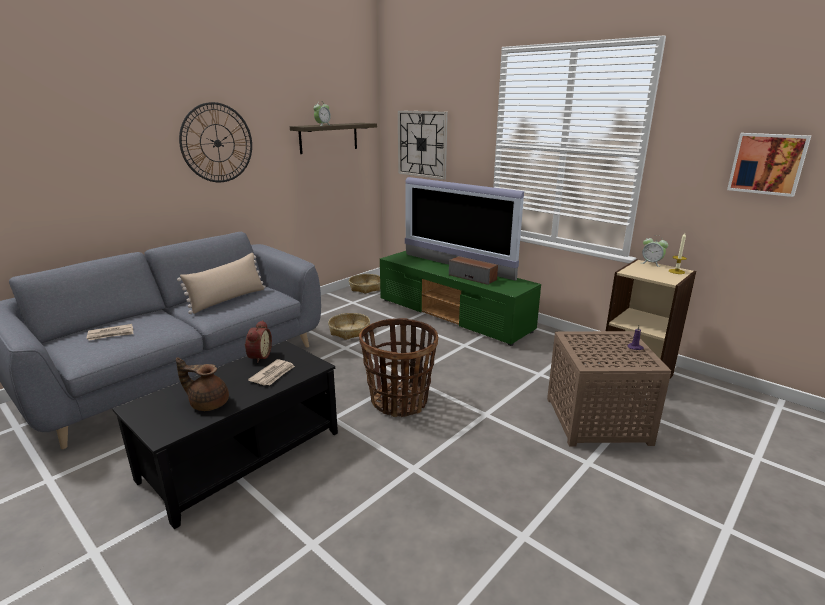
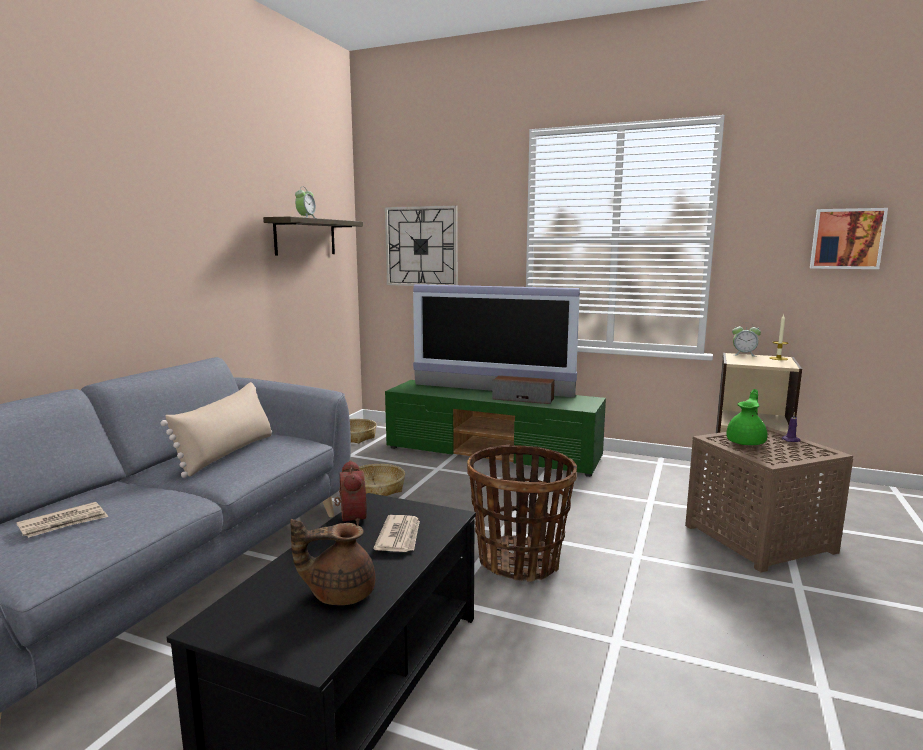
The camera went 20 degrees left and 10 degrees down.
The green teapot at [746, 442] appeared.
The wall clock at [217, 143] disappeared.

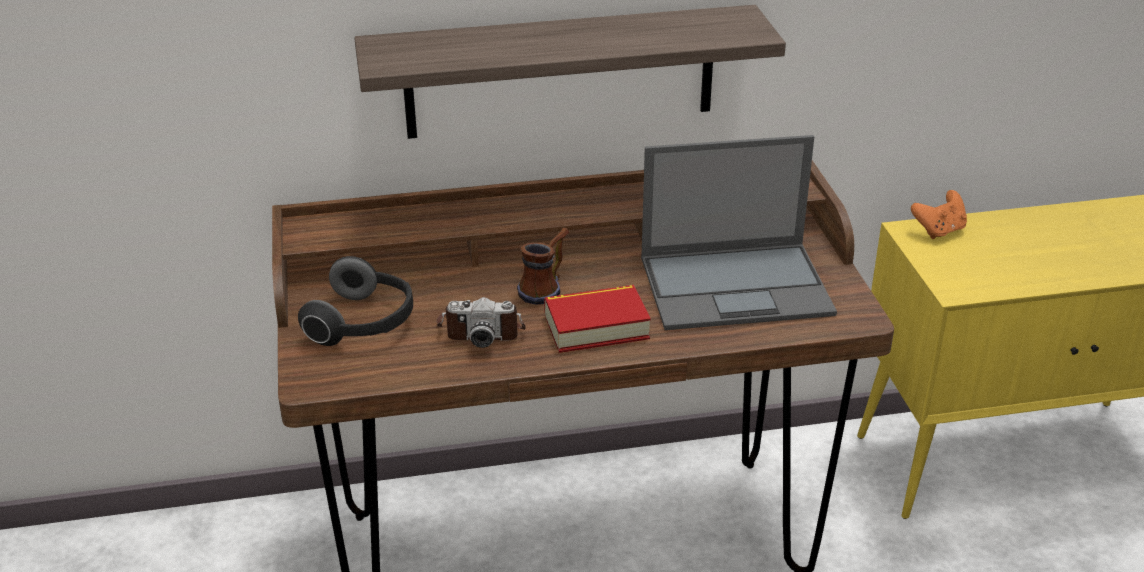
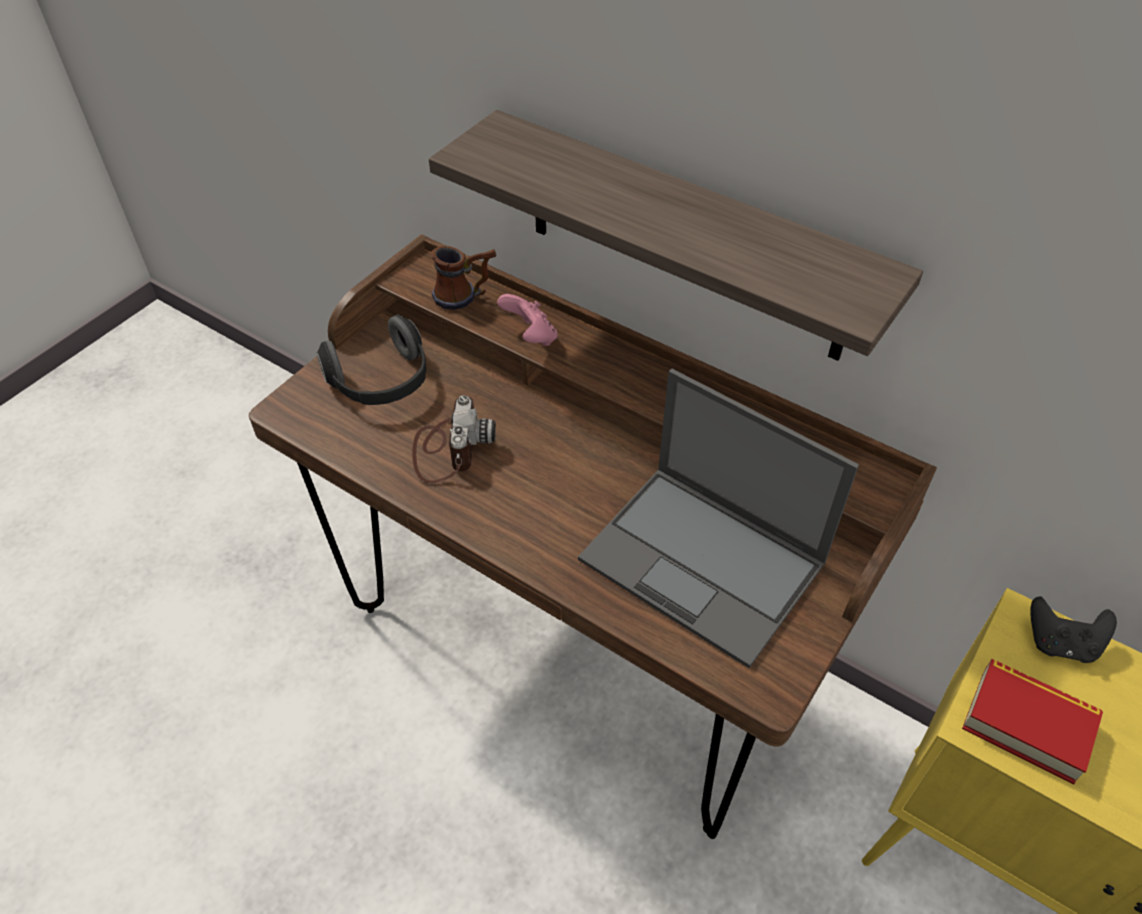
The camera went 45 degrees right and 15 degrees up.
The photo camera at [481, 329] turned 135 degrees counterclockwise.
The mug moved from [546, 287] to [465, 296].
The pink game controller at [530, 337] appeared.
The book moved from [596, 327] to [1027, 725].
The orange game controller at [939, 230] became the black game controller at [1060, 643].

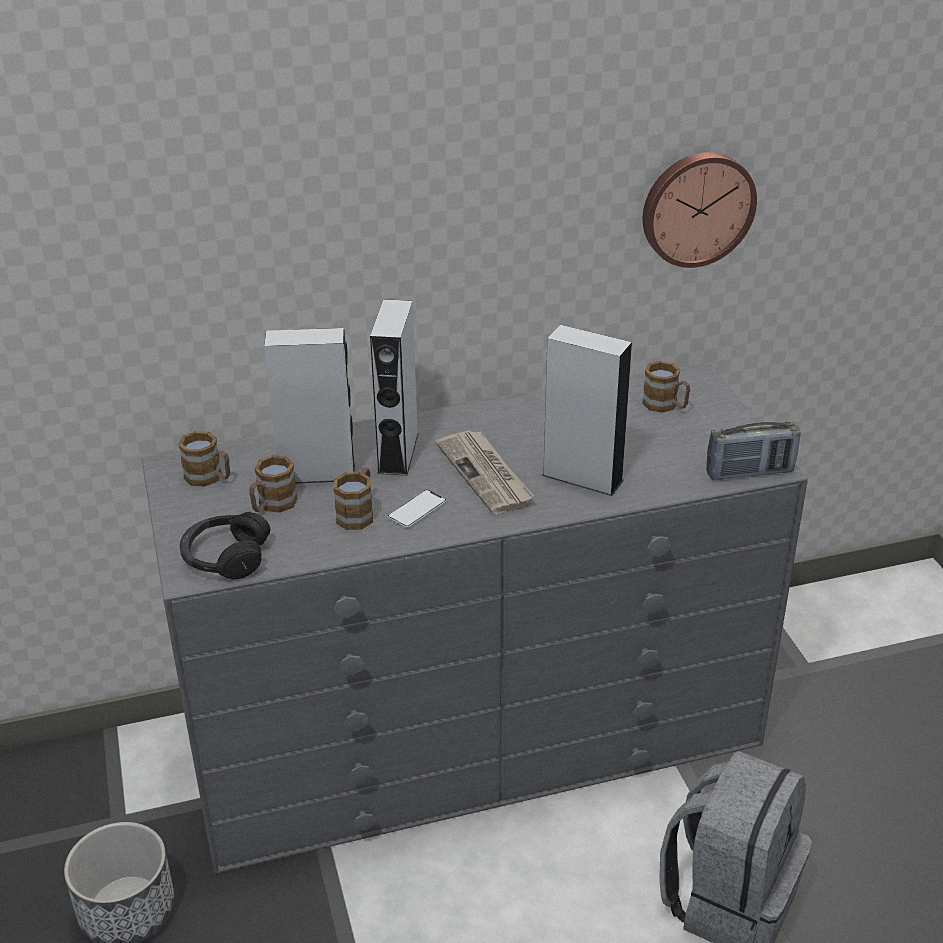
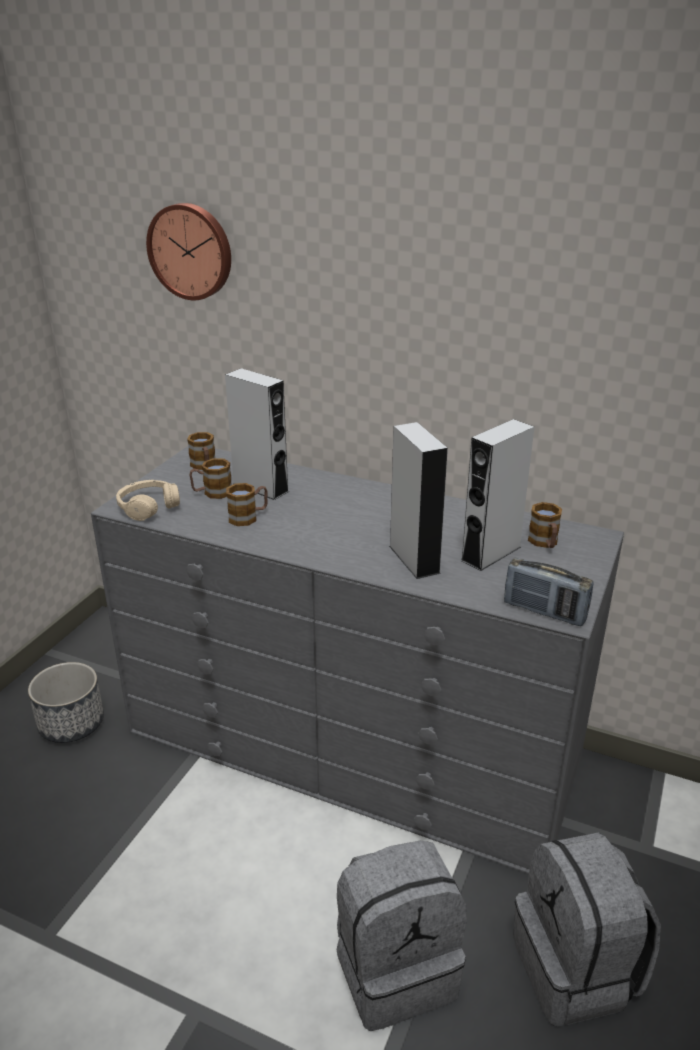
The camera went 40 degrees right and 5 degrees down.
The black headphones at [225, 557] became the beige headphones at [148, 507].
The wall clock moved from [696, 208] to [191, 251].
The grey speaker moved from [398, 453] to [491, 553].
The grey backpack at [576, 970] appeared.
The phone at [417, 510] disappeared.
The newspaper at [486, 474] disappeared.

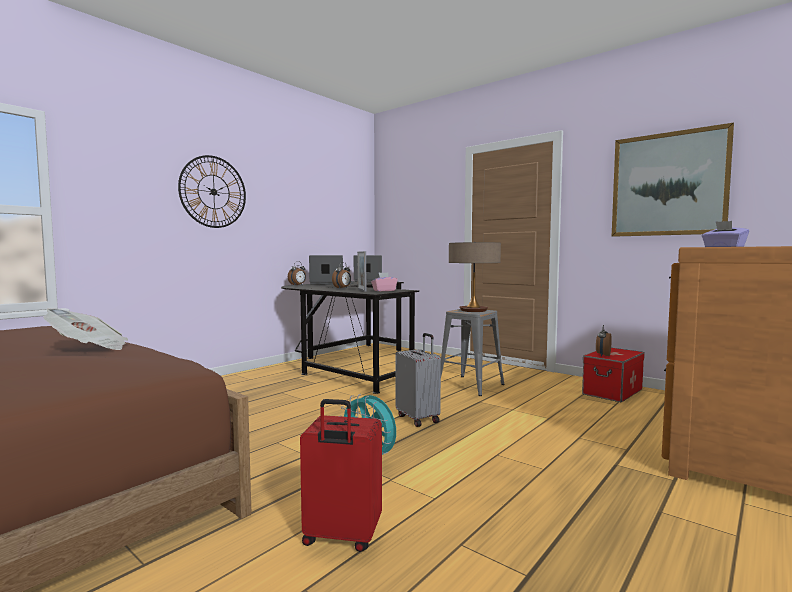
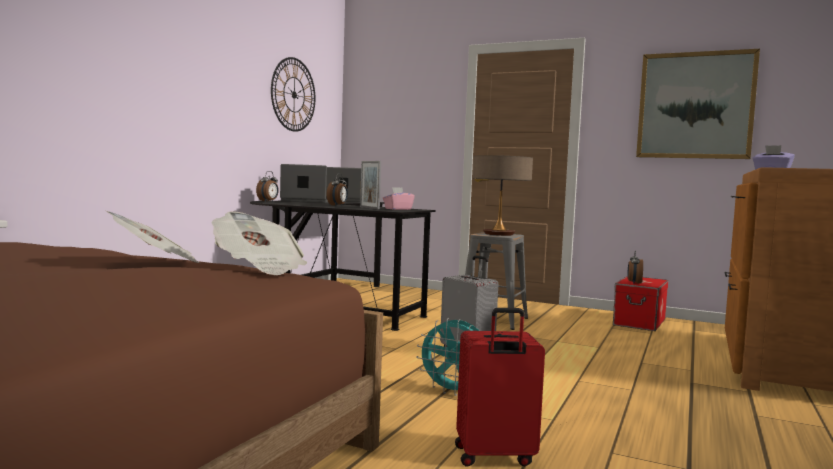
The camera went 15 degrees left and 0 degrees up.
The newspaper at [259, 268] appeared.
The wall clock moved from [213, 192] to [293, 94].

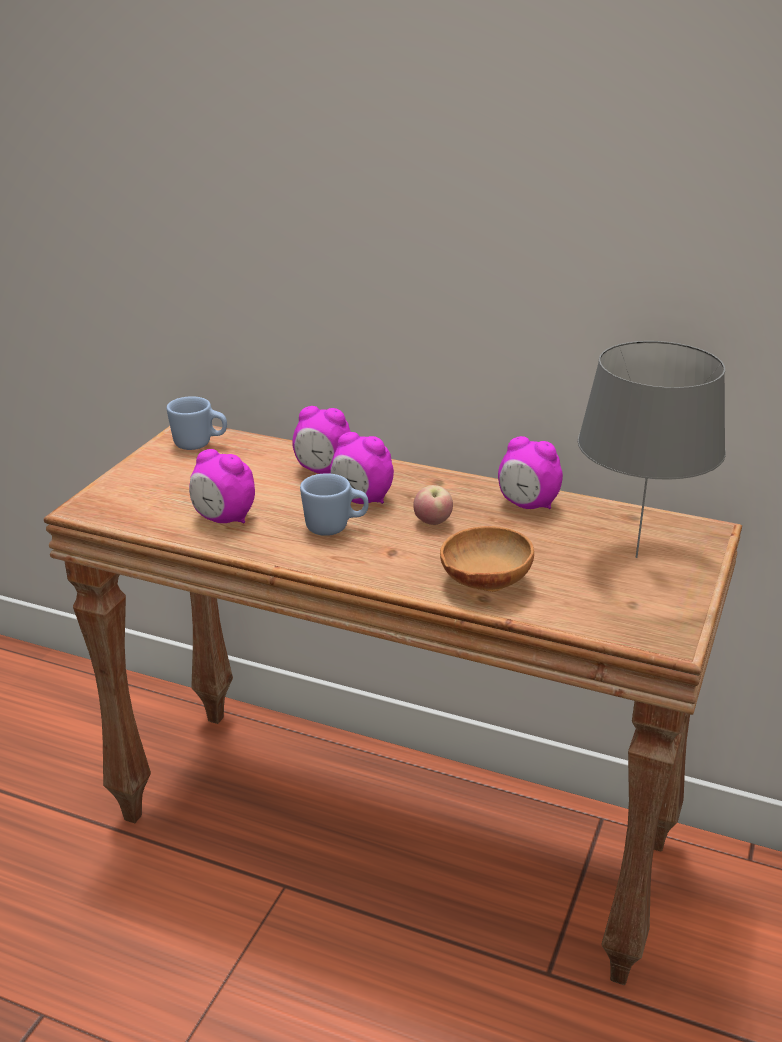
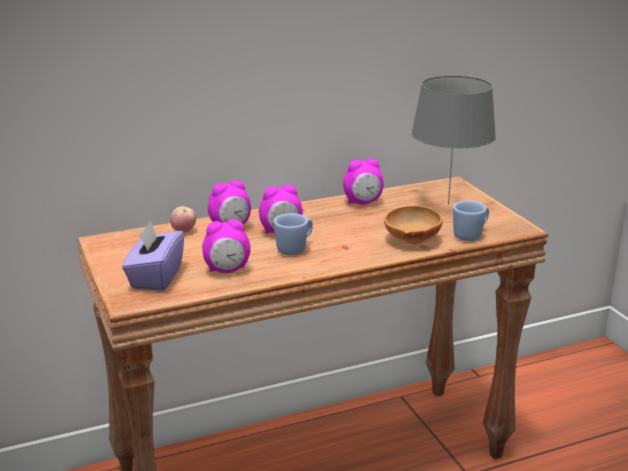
The camera went 45 degrees left and 5 degrees down.
The purple tissue box at [155, 277] appeared.
The apple moved from [432, 522] to [183, 231].
The blue mug moved from [199, 444] to [471, 235].

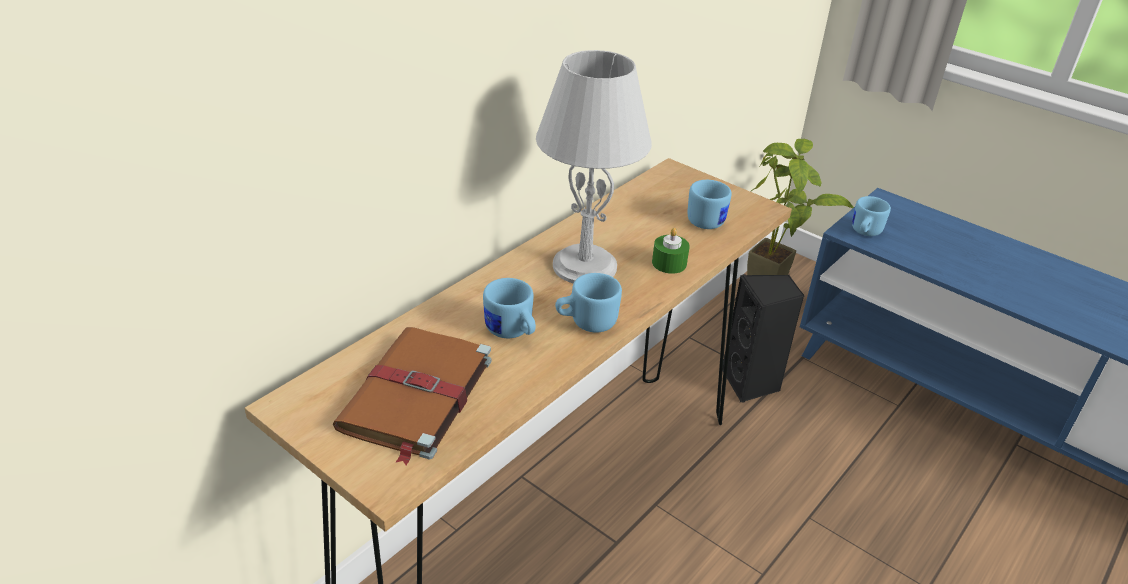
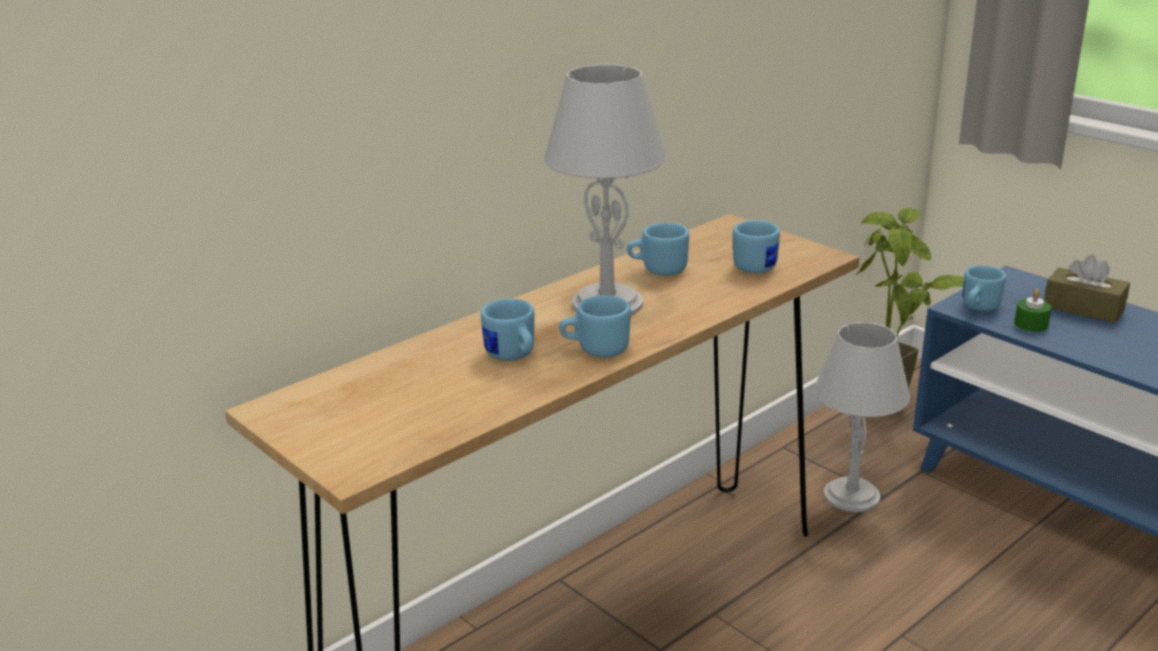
The camera went 10 degrees right and 10 degrees down.
The blue mug at [657, 270] appeared.
The black speaker at [751, 383] was replaced by the grey table lamp at [852, 496].
The green candle moved from [669, 263] to [1031, 324].
The brown tissue box at [1083, 308] appeared.
The brown book at [416, 396] disappeared.

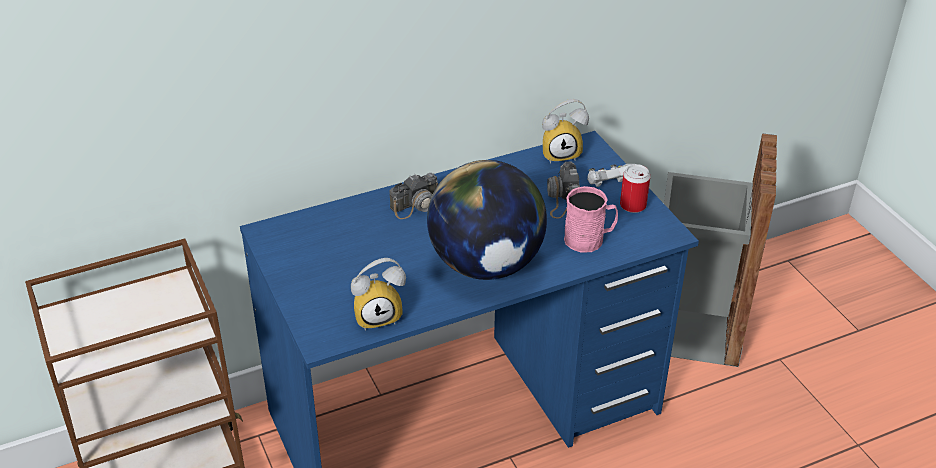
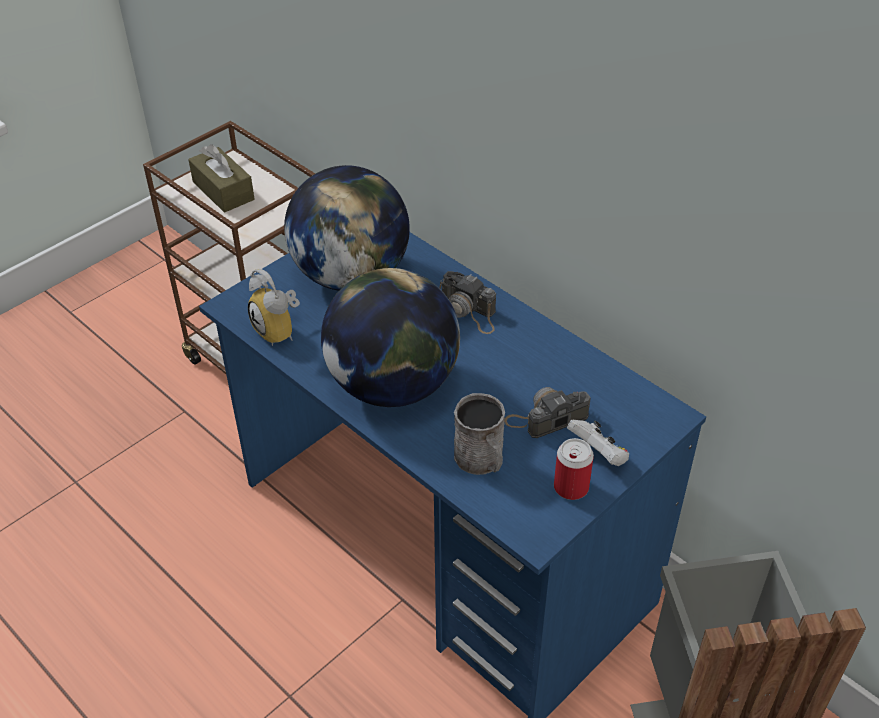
The camera went 70 degrees right and 5 degrees up.
The brown tissue box at [223, 191] appeared.
The globe at [351, 275] appeared.
The pink mug at [589, 239] became the grey mug at [482, 461].
The alarm clock at [561, 153] disappeared.

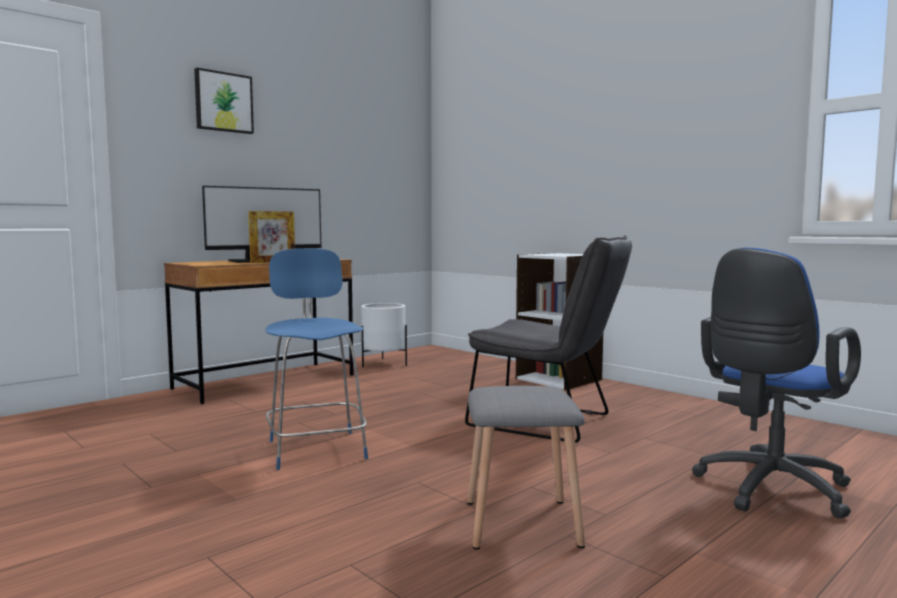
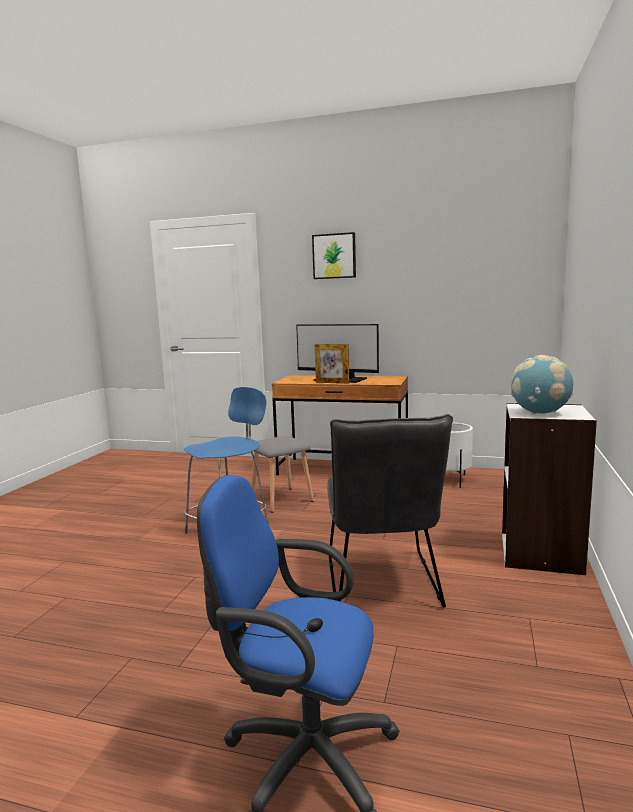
The camera went 60 degrees right and 5 degrees up.
The grey stool moved from [519, 523] to [280, 499].
The globe at [540, 413] appeared.

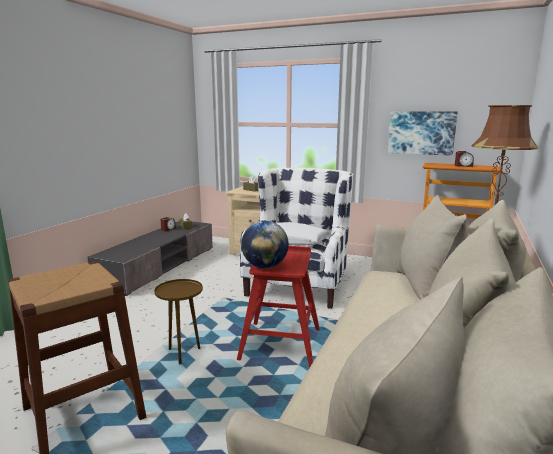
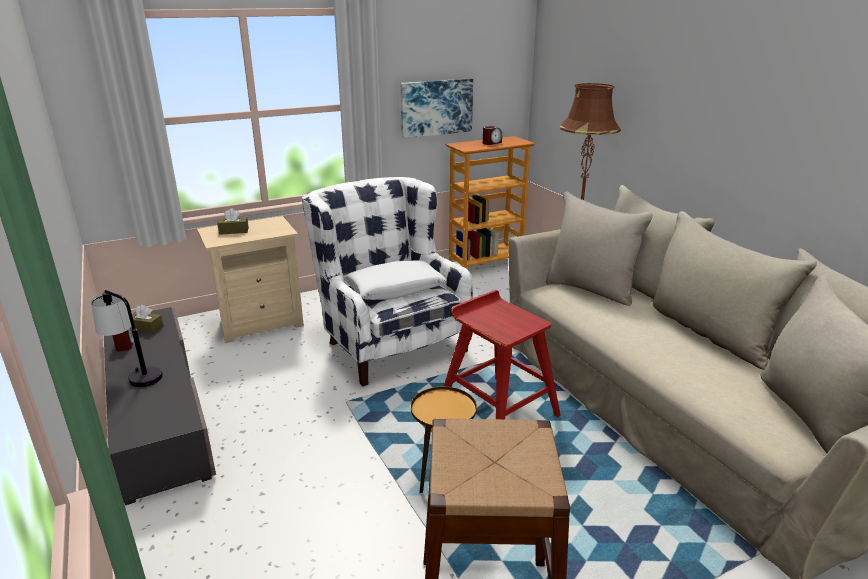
The camera went 50 degrees left and 10 degrees up.
The table lamp at [135, 374] appeared.
The globe at [265, 266] disappeared.

